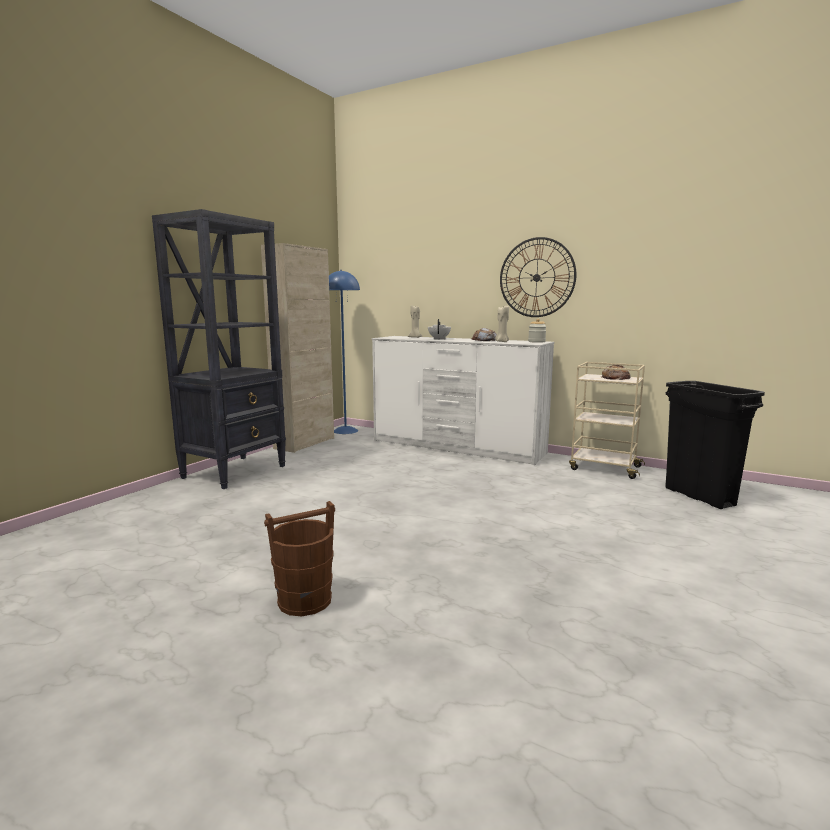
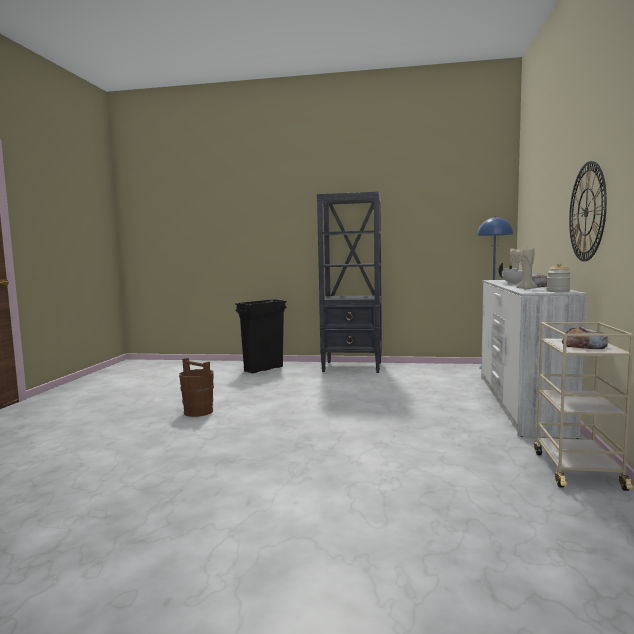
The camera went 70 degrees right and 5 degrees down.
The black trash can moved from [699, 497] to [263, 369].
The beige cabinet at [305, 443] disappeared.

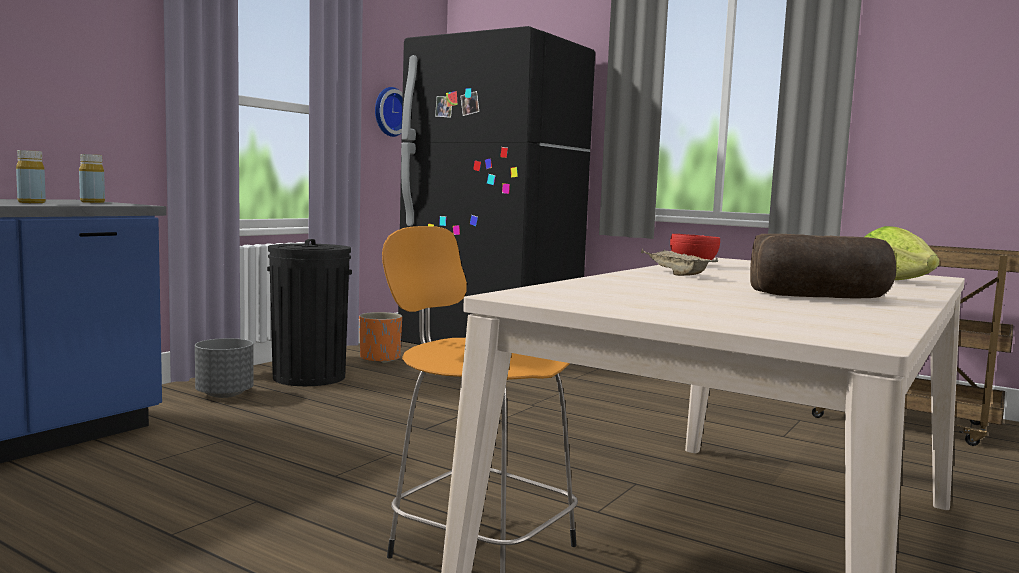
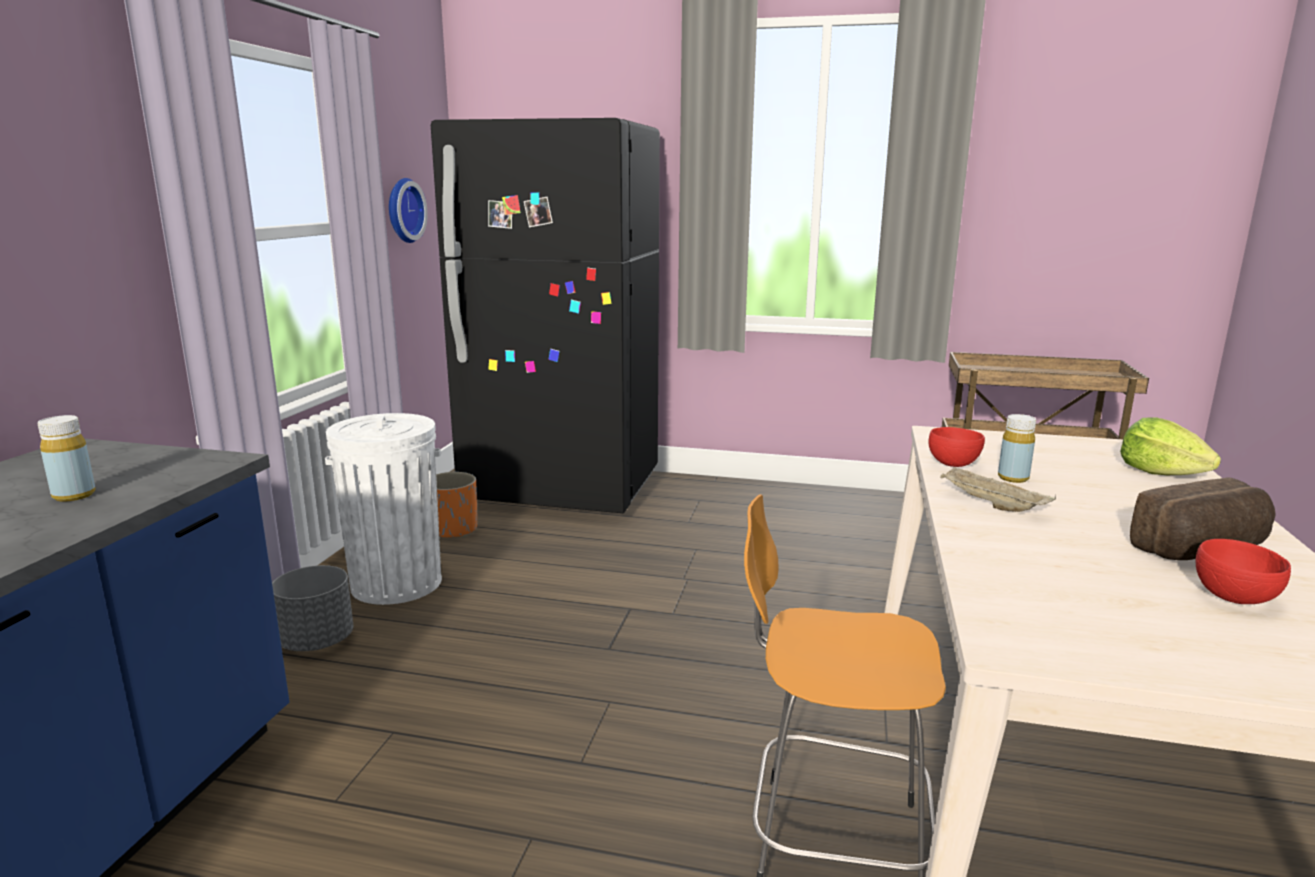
The camera went 20 degrees left and 10 degrees up.
The black trash can at [309, 377] became the white trash can at [396, 583].
The yellow bottle moved from [92, 202] to [1013, 478].
The red bowl at [1233, 598] appeared.

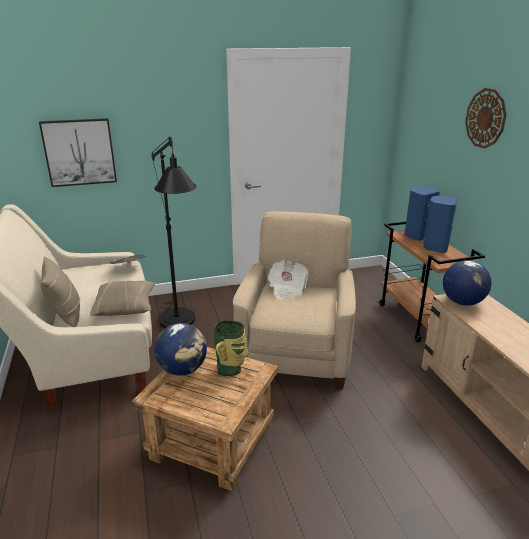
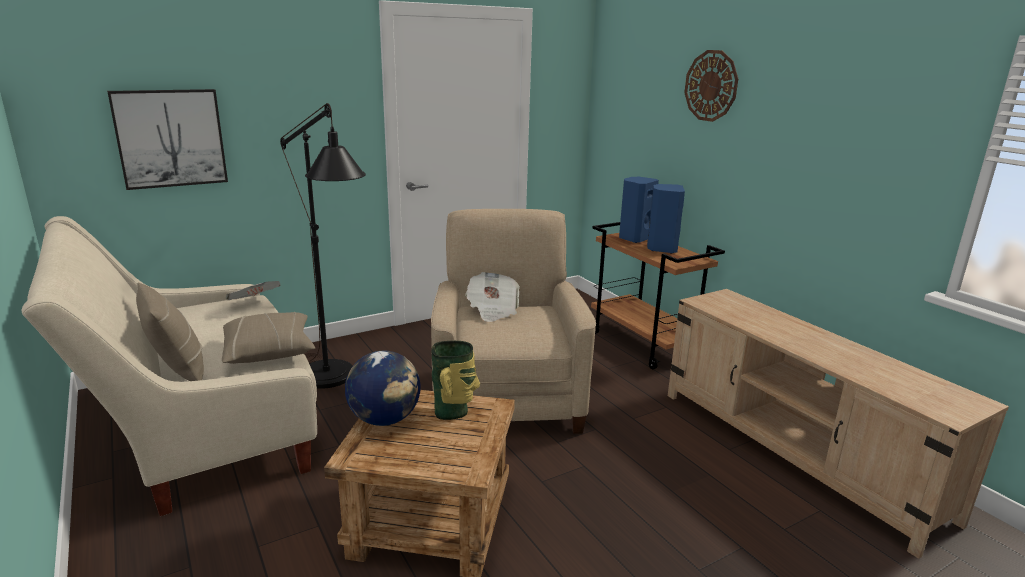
The camera went 15 degrees left and 5 degrees down.
The globe at [462, 302] disappeared.

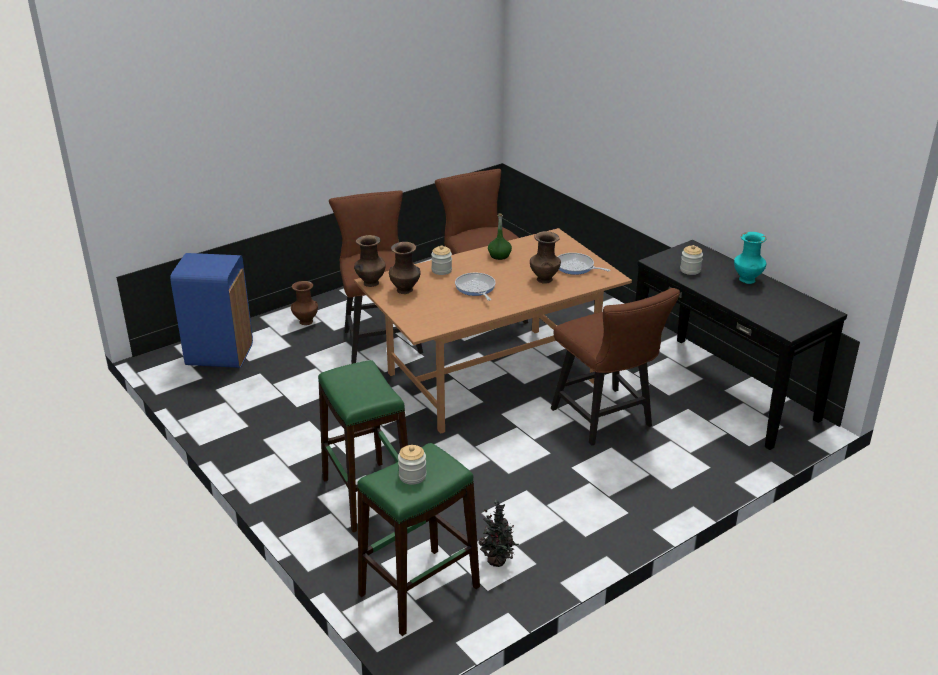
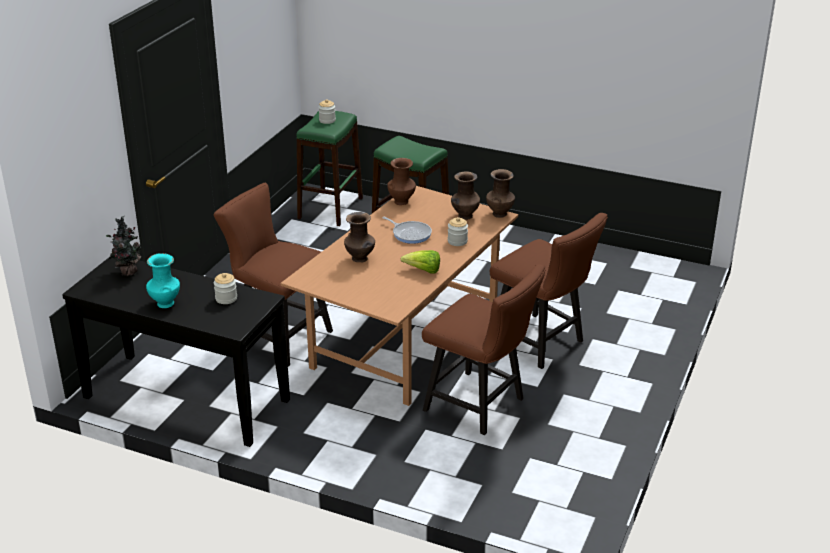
The camera went 150 degrees right and 0 degrees up.
The potted plant moved from [498, 562] to [127, 272].
The brown vase moved from [305, 322] to [401, 201].
The green bottle at [499, 255] was replaced by the lettuce at [423, 271].
The blue trash can at [219, 354] disappeared.
The frying pan at [576, 267] disappeared.

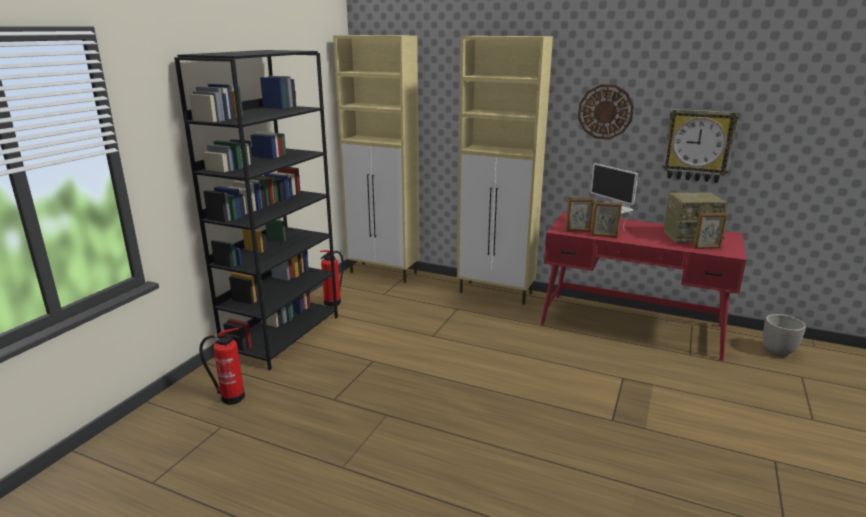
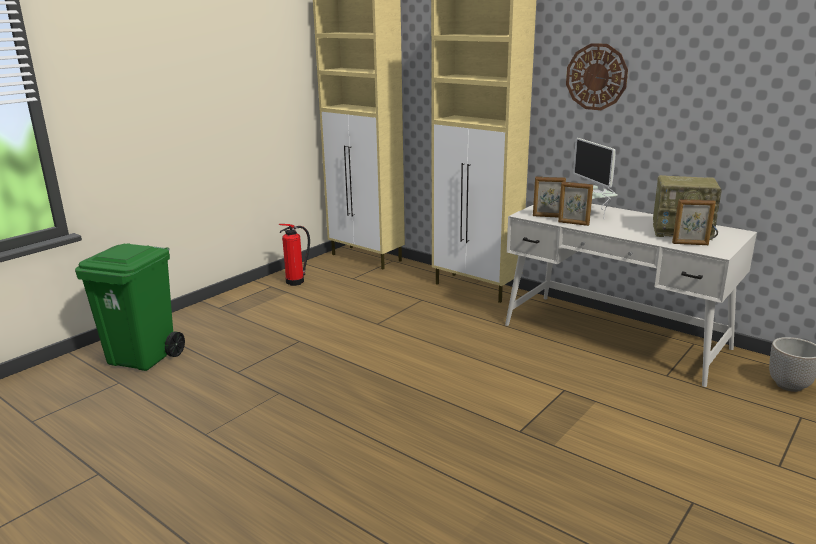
The camera went 15 degrees right and 0 degrees up.
The fire extinguisher at [230, 397] was replaced by the green trash can at [143, 358].
The red desk at [631, 325] became the white desk at [614, 336].
The black bookcase at [283, 335] disappeared.
The wall clock at [698, 145] disappeared.

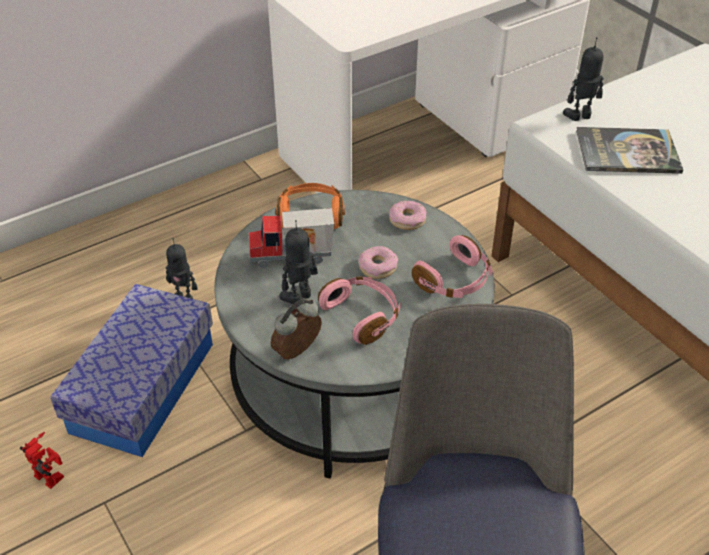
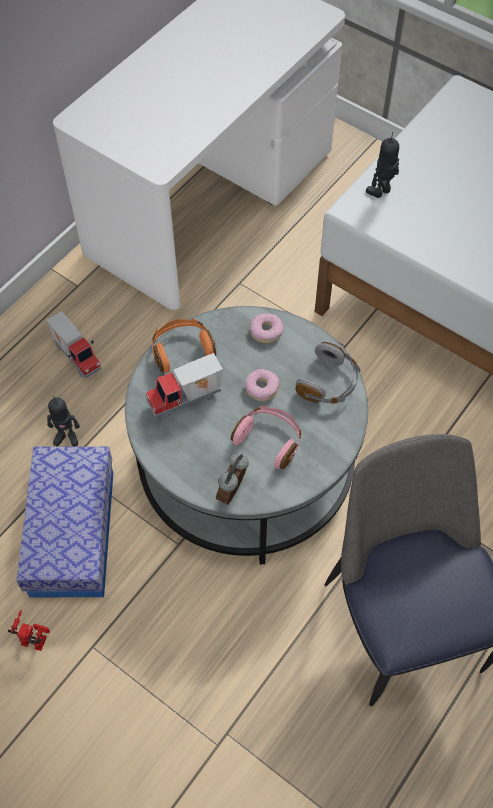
The camera went 20 degrees left and 15 degrees up.
The toy truck at [78, 355] appeared.
The pink headphones at [454, 281] became the grey headphones at [329, 383].
The toy robot at [299, 297] disappeared.
The book at [627, 152] disappeared.

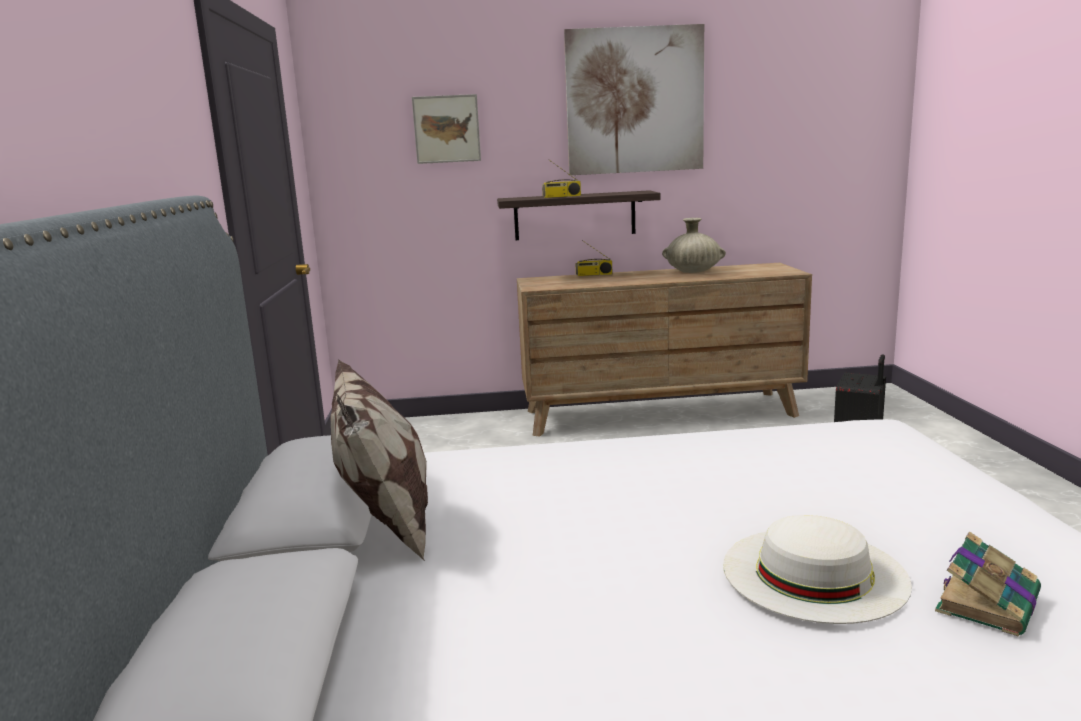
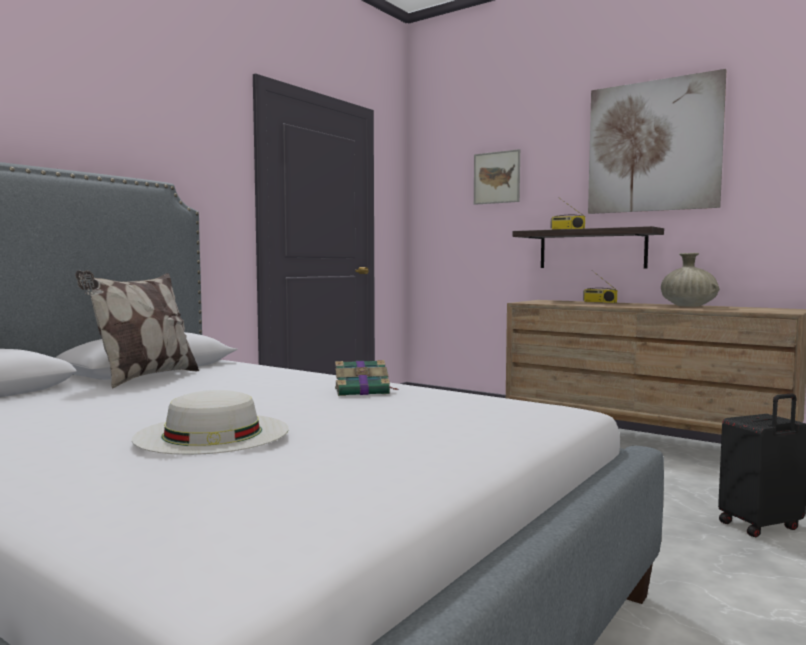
The camera went 40 degrees right and 10 degrees down.
The book moved from [988, 601] to [363, 391].

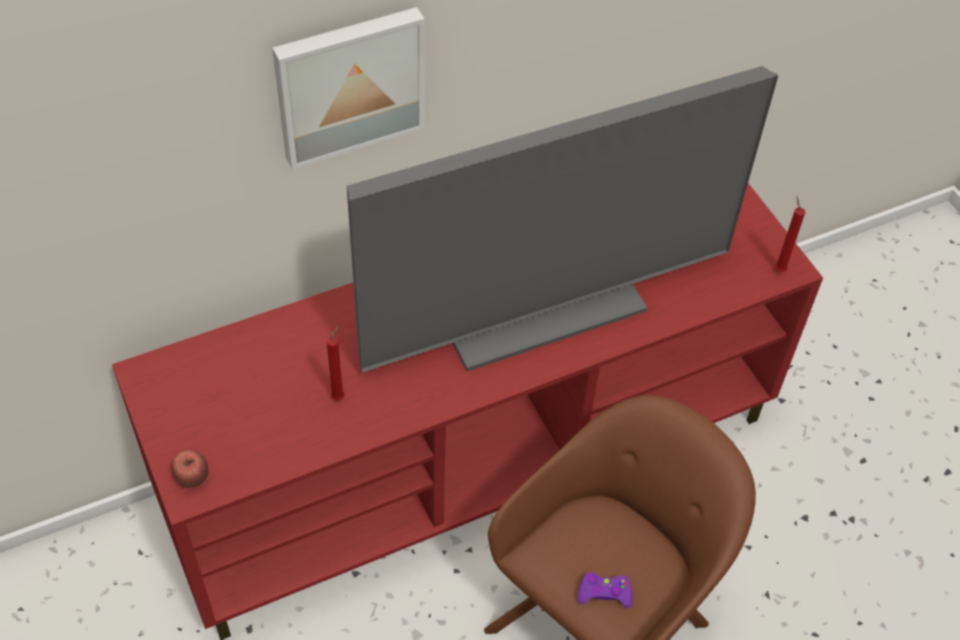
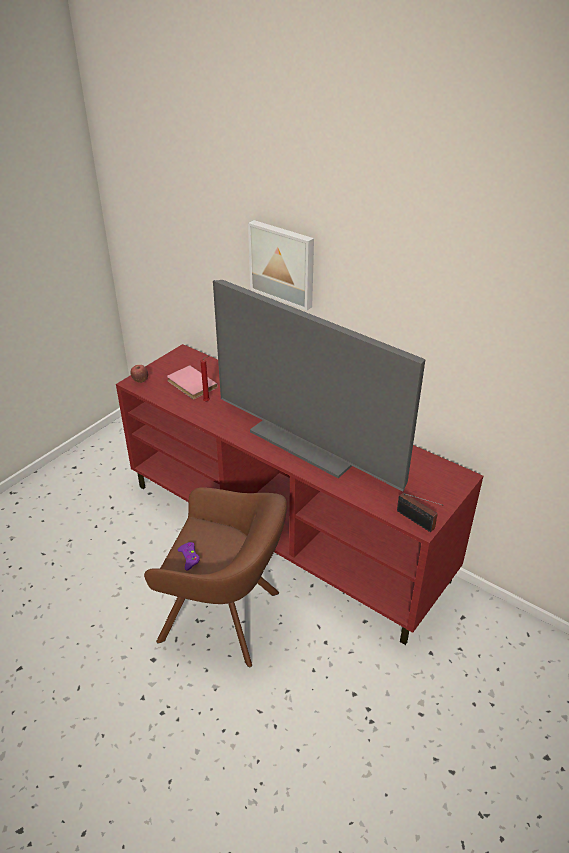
The camera went 65 degrees right and 15 degrees down.
The pink book at [190, 384] appeared.
The red candle at [779, 269] was replaced by the radio at [417, 521].

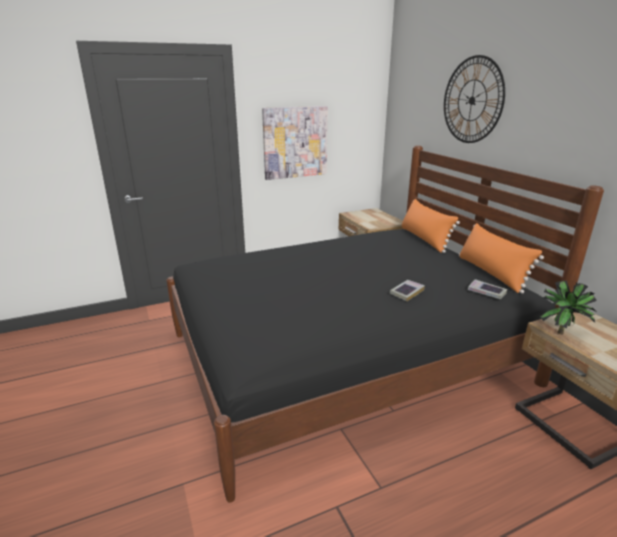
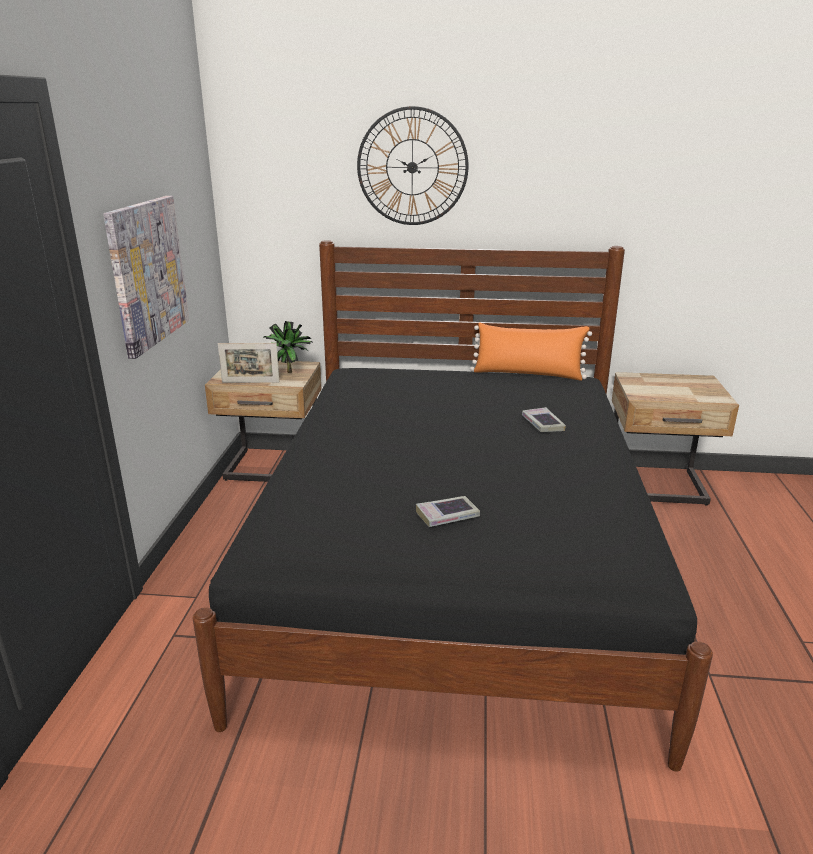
The camera went 60 degrees left and 0 degrees up.
The picture frame at [250, 382] appeared.
The potted plant moved from [561, 331] to [289, 371].
The book moved from [486, 292] to [447, 516].
The orange pillow at [424, 239] disappeared.

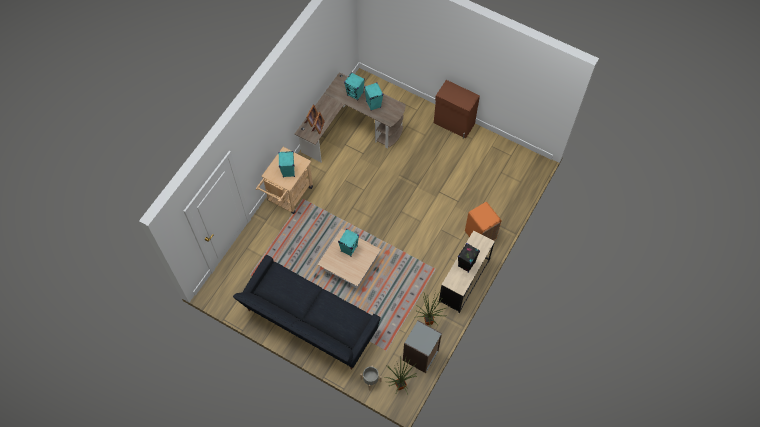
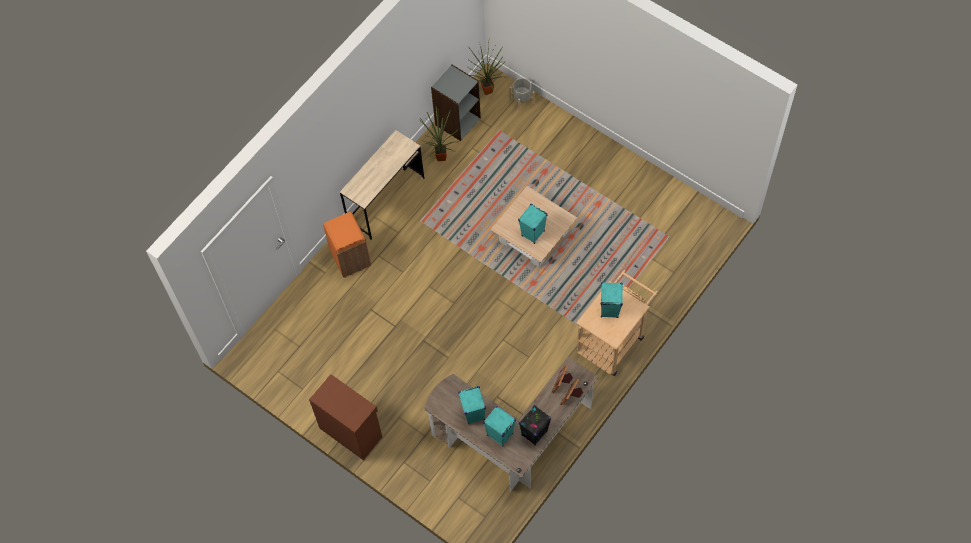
The camera went 170 degrees left and 0 degrees up.
The black speaker moved from [466, 264] to [534, 433].
The black sofa at [309, 323] disappeared.

